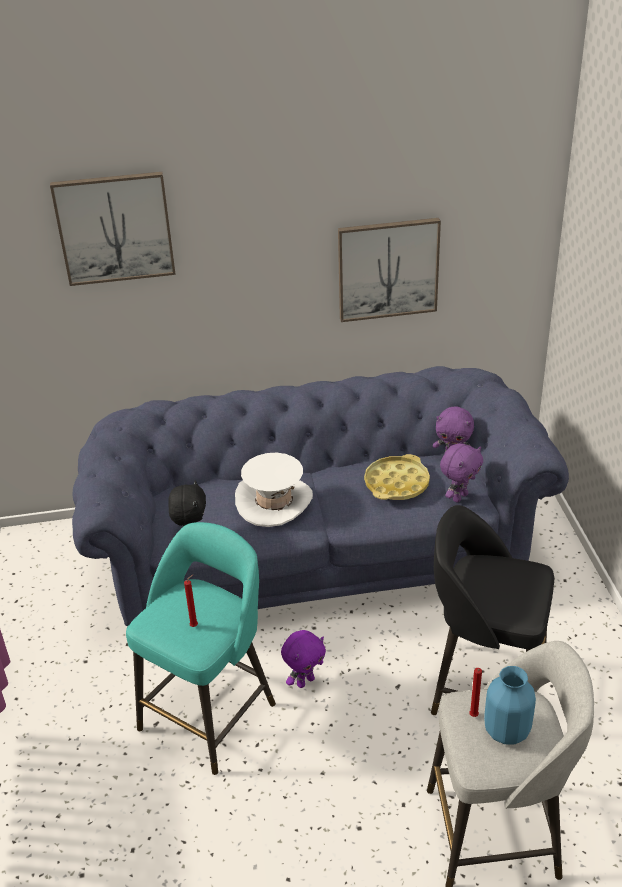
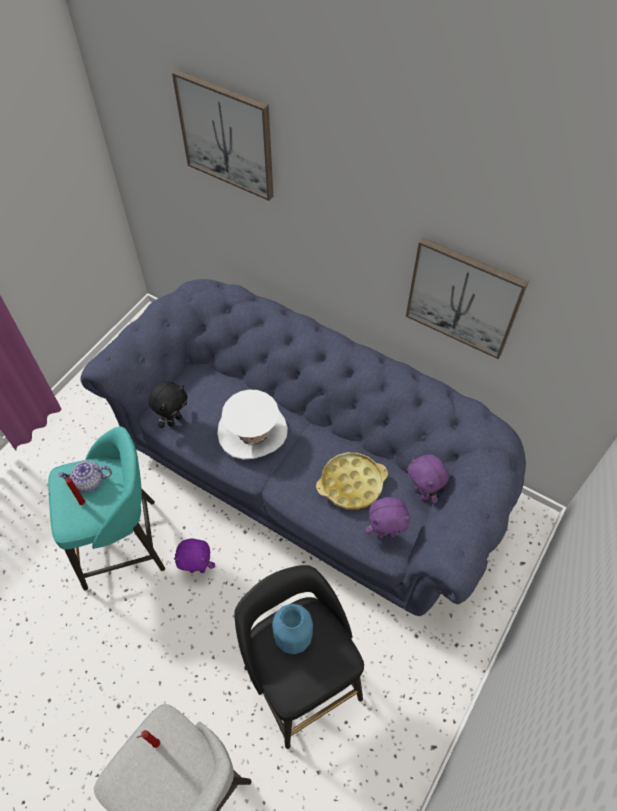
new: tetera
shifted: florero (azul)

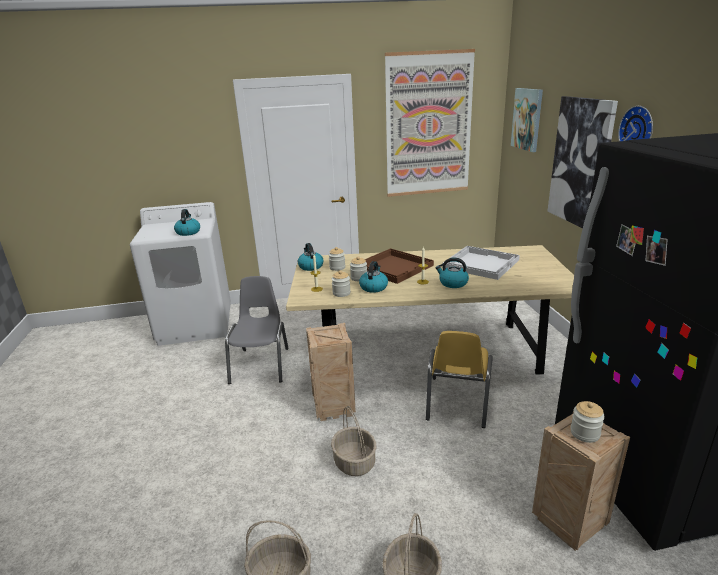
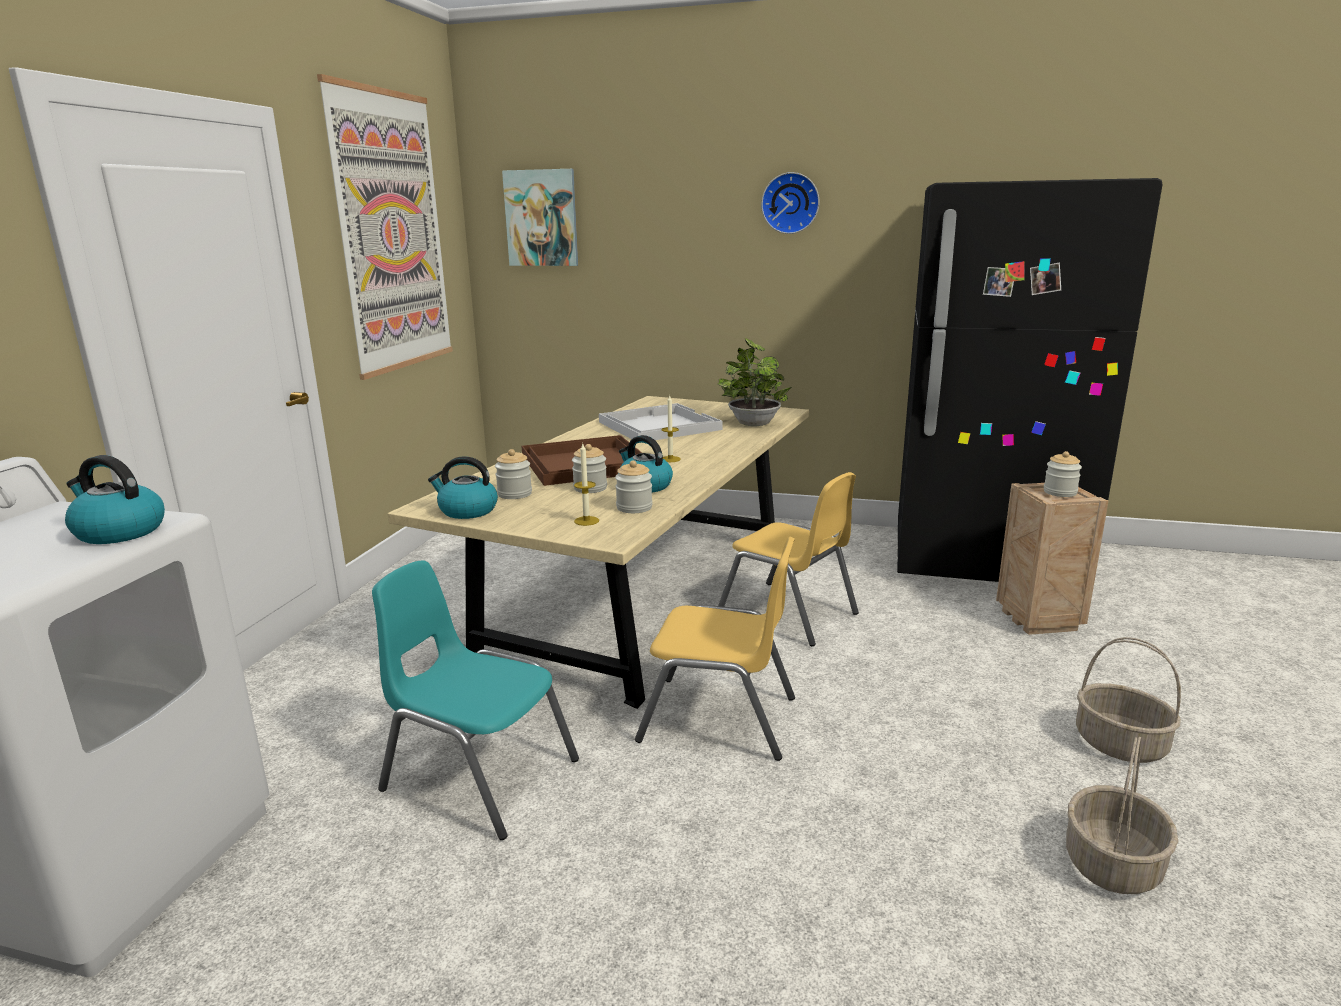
gone: cuadro (no. 3 from left); hervidor (no. 4 from left); cesta (no. 2 from left)
new: planta en maceta
swapped: caja de embalaje (no. 1 from left) to silla (amarillo) (no. 1 from left)
repainted: silla (gris) to silla (turquesa)

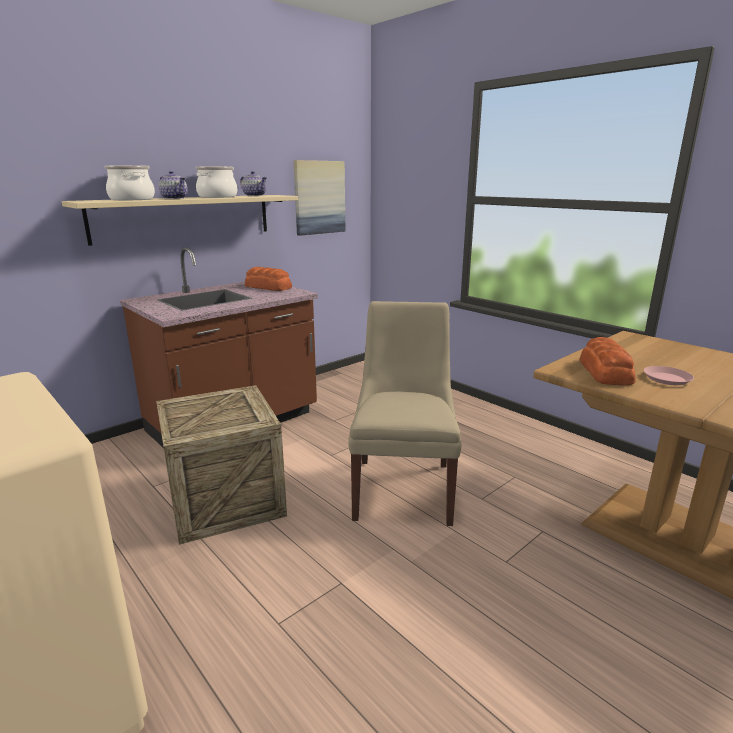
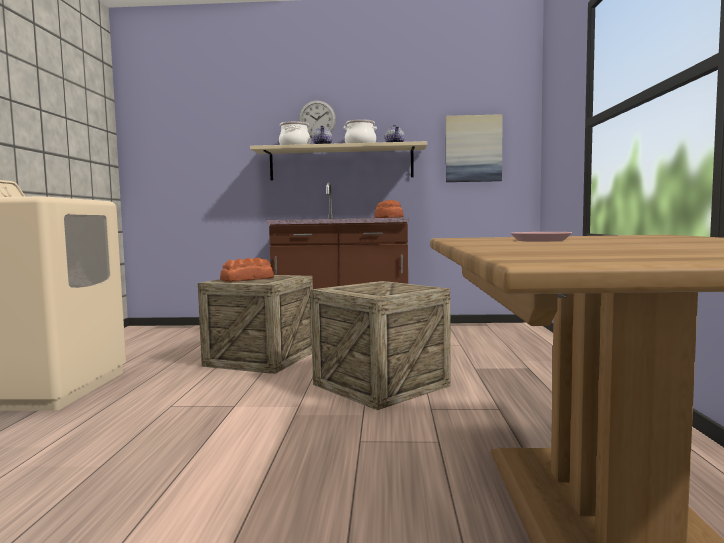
new: reloj de pared
shifted: pan (no. 2 from left in the first image) to pan (no. 1 from left)
swapped: silla (beis) to caja de embalaje (no. 2 from left)

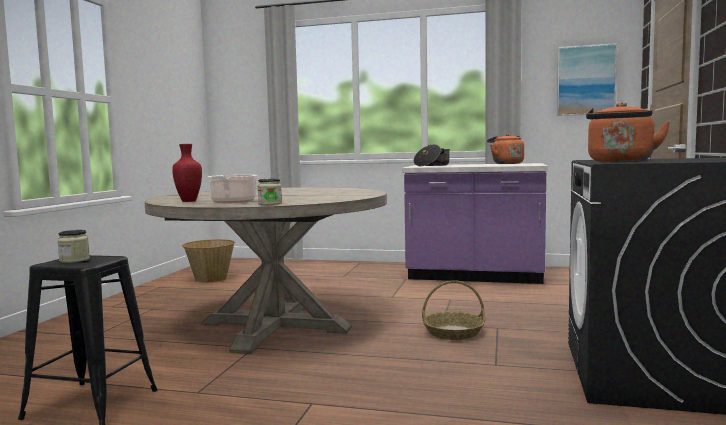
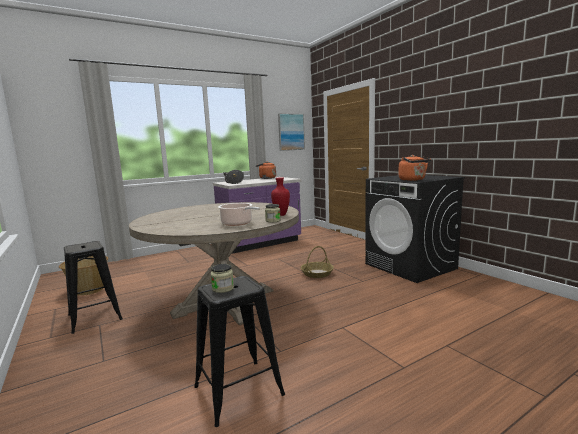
new: taburete (negro) (no. 1 from left)
shifted: florero (rojo)

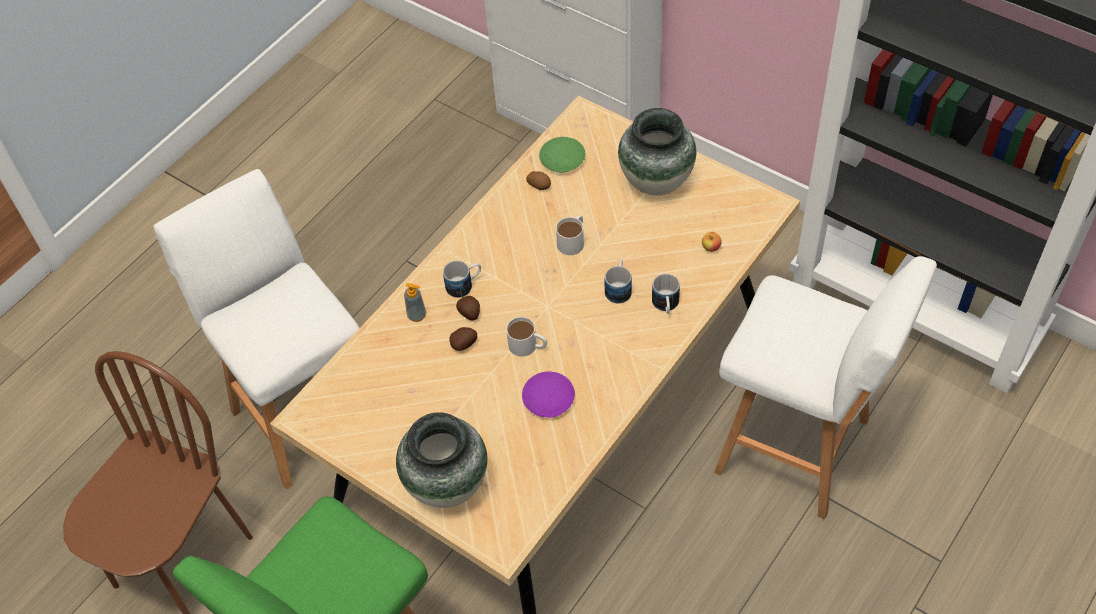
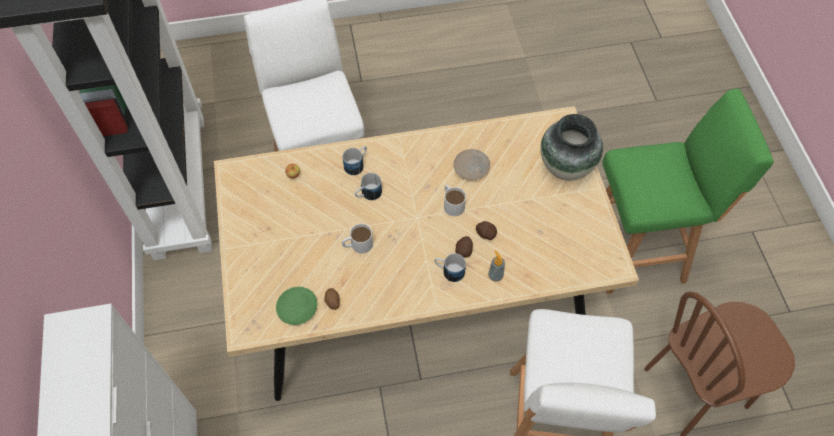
gone: florero (no. 2 from left)
repainted: plato (morado) to plato (beis)

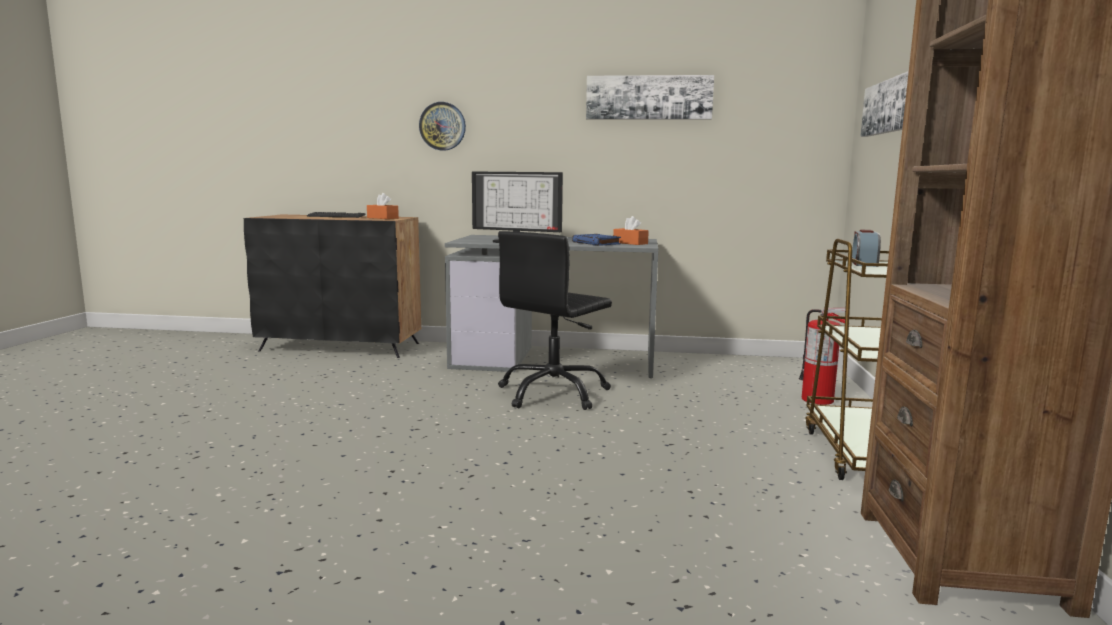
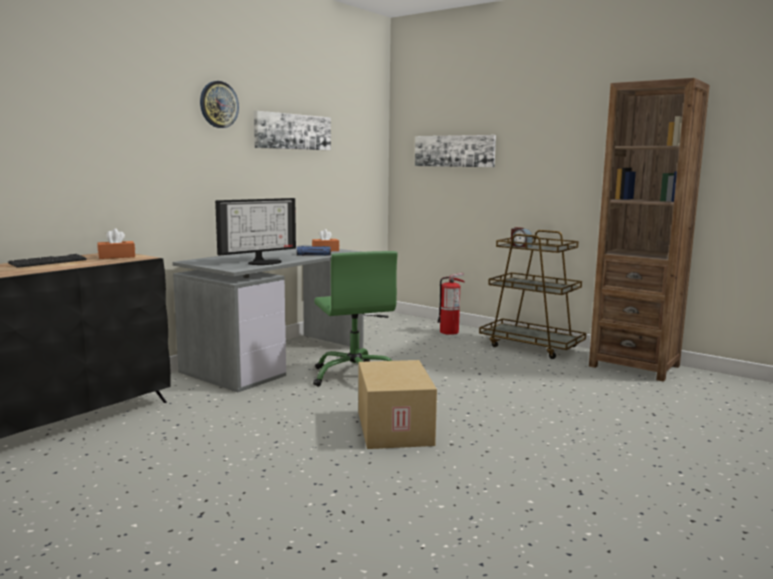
new: caja de cartón
shifted: reloj de pared
repainted: silla de oficina (negro) to silla de oficina (verde)

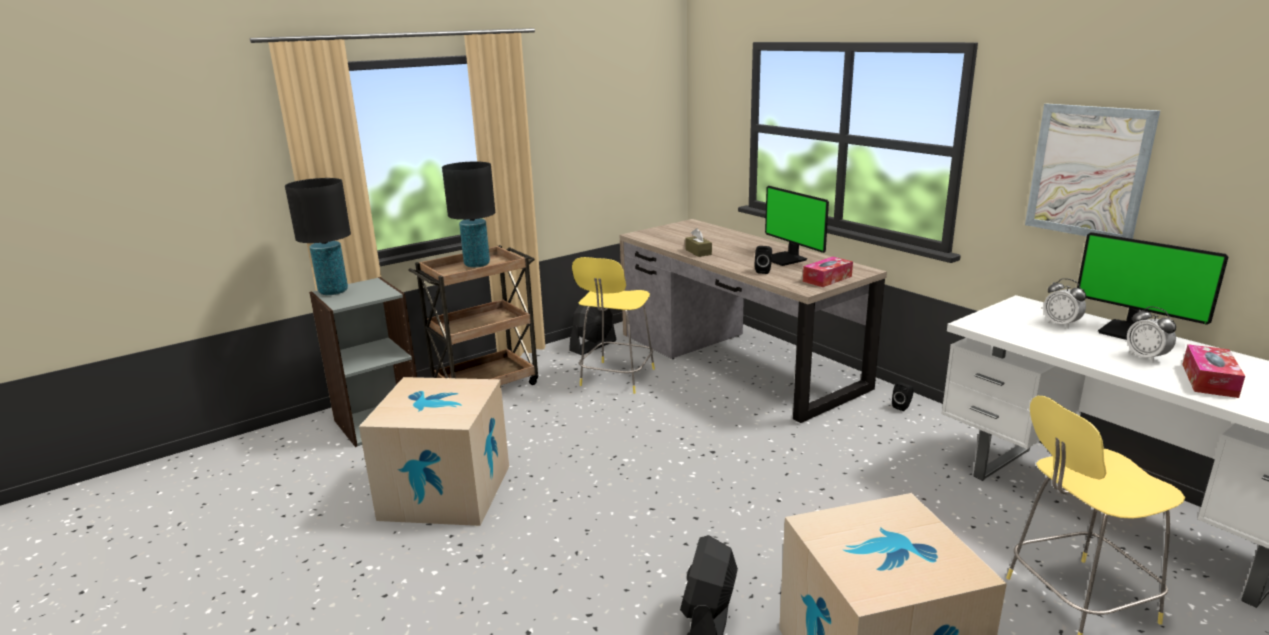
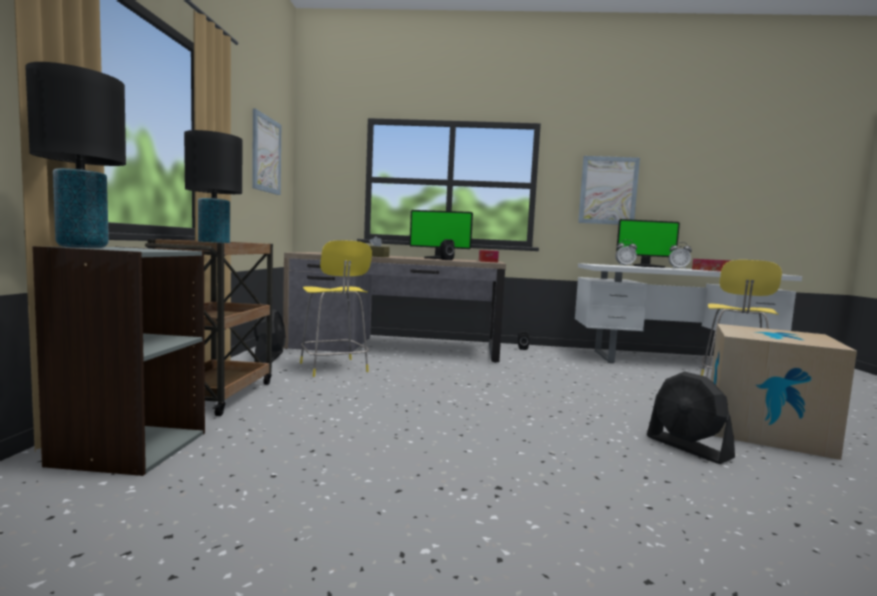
gone: caja de cartón (no. 1 from left)
new: cuadro (no. 1 from left)

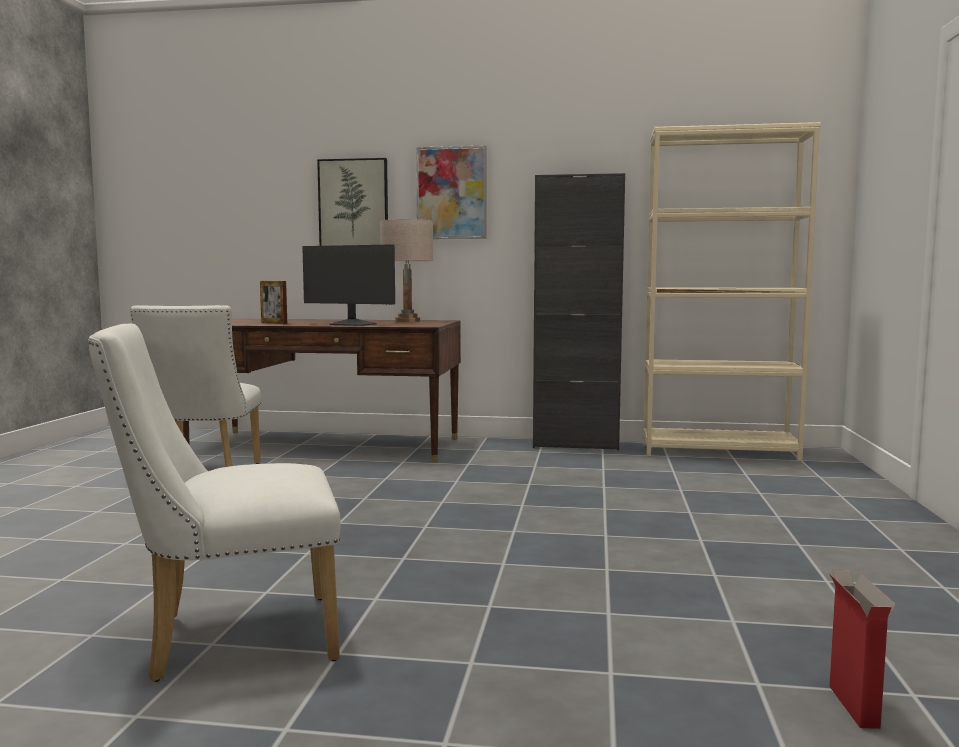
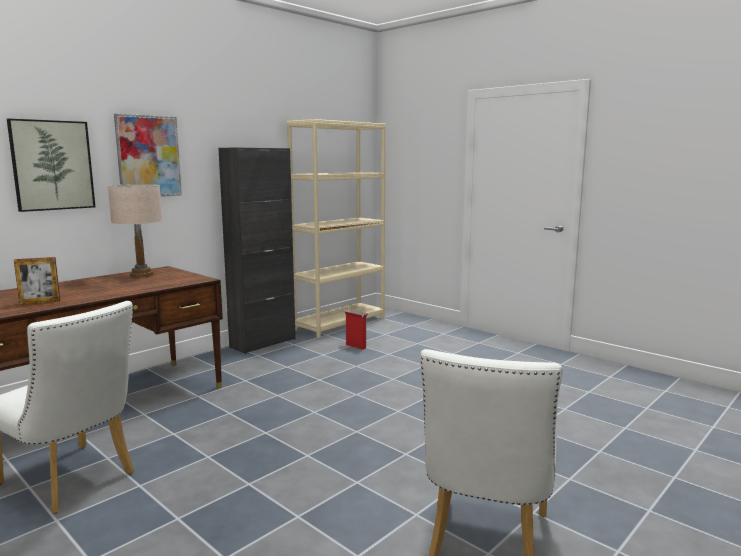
gone: monitor
shifted: caja de cartón

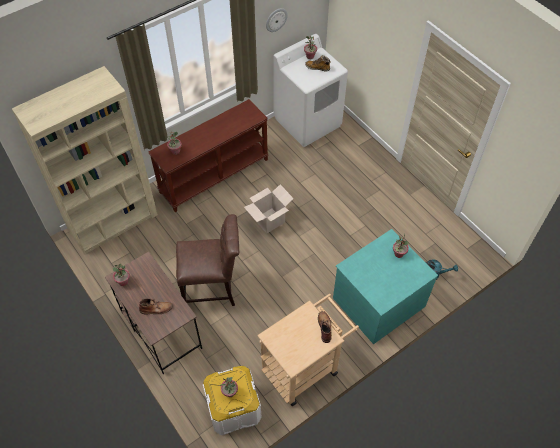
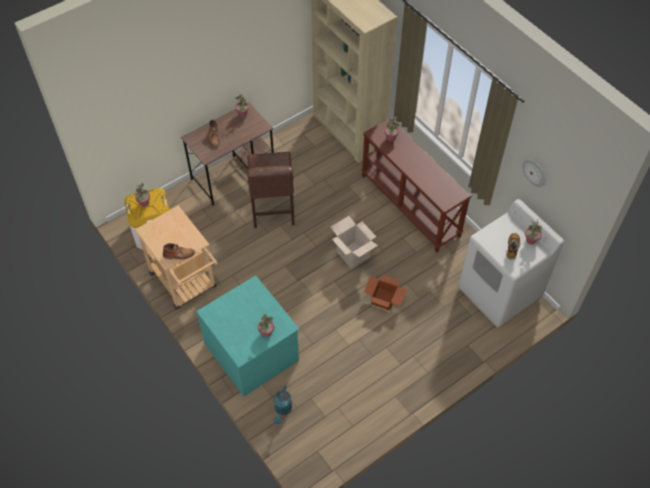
new: caja de cartón (no. 2 from left)

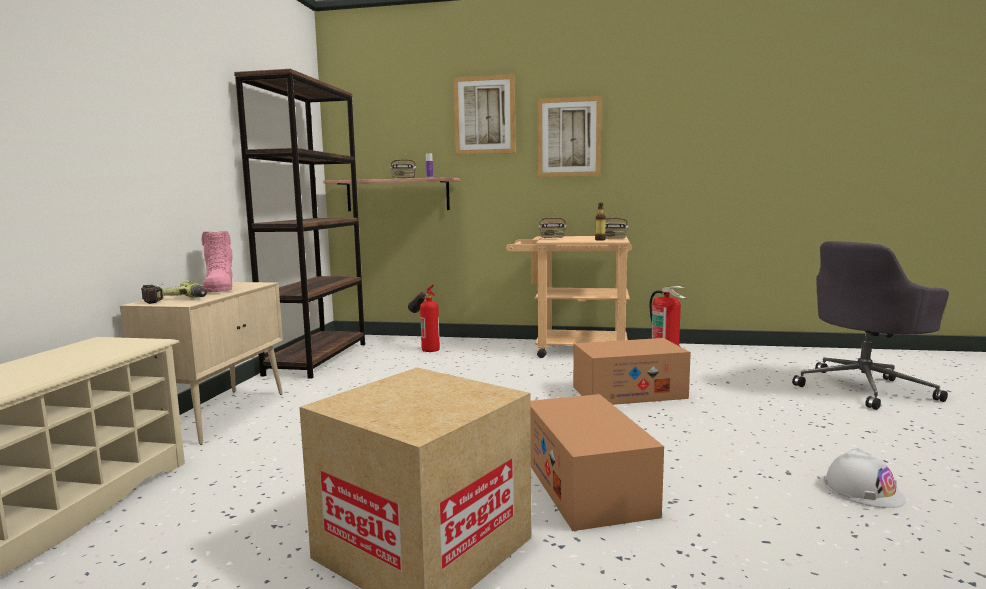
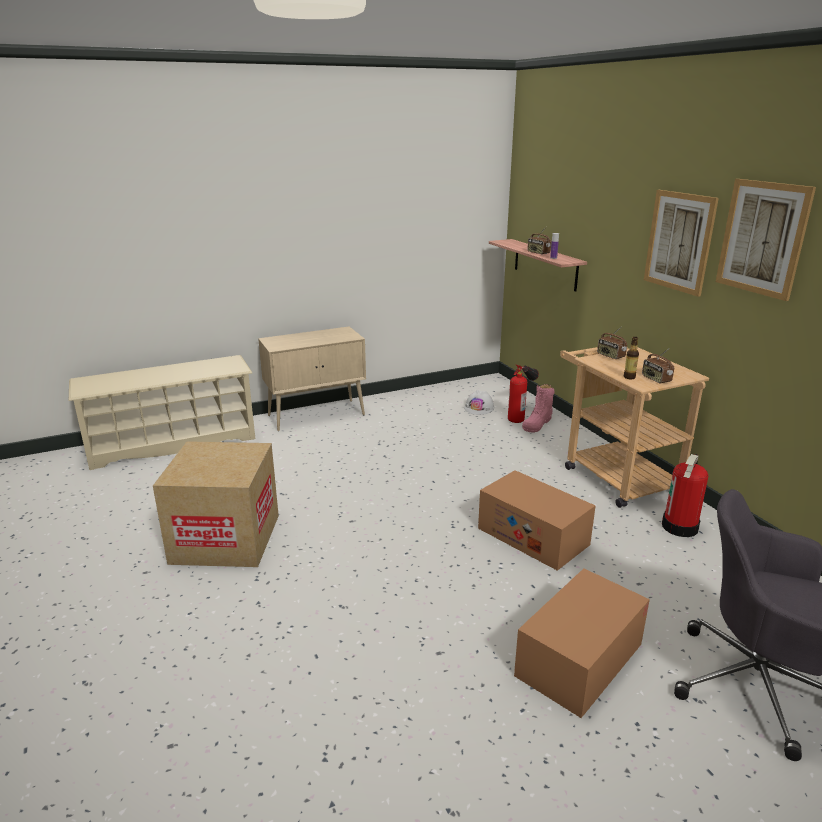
gone: estantería (marrón); taladro
shifted: cuadro (no. 1 from left in the first image) to cuadro (no. 2 from left); bota (rosa); caja de cartón (no. 2 from left in the first image) to caja de cartón (no. 3 from left); casco (blanco)

